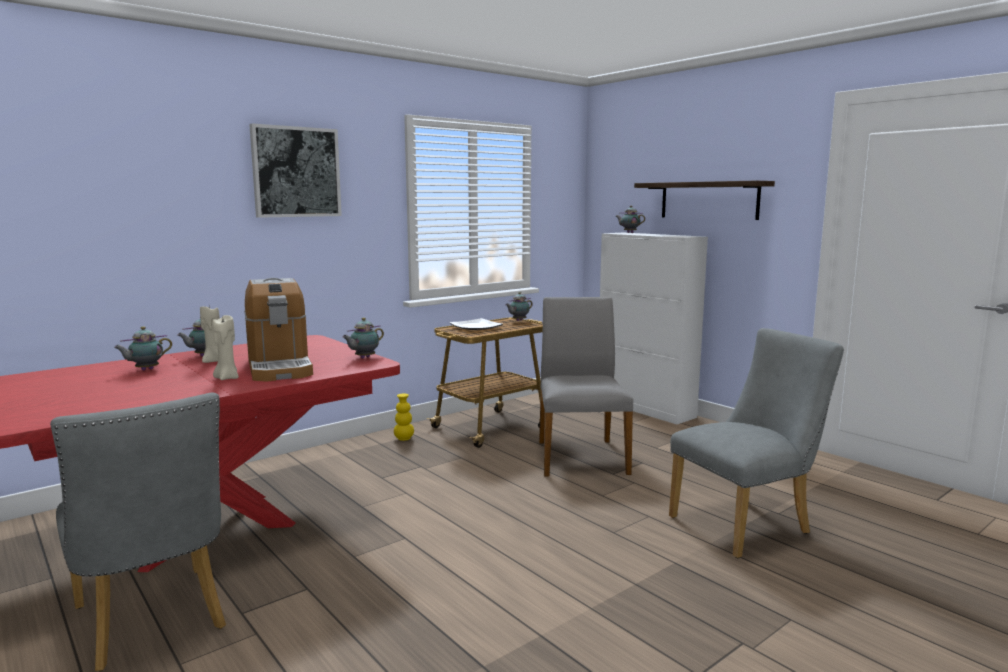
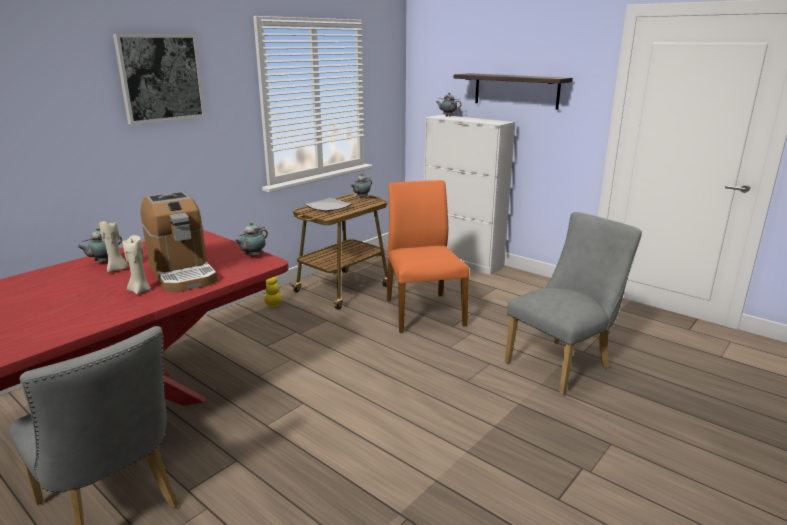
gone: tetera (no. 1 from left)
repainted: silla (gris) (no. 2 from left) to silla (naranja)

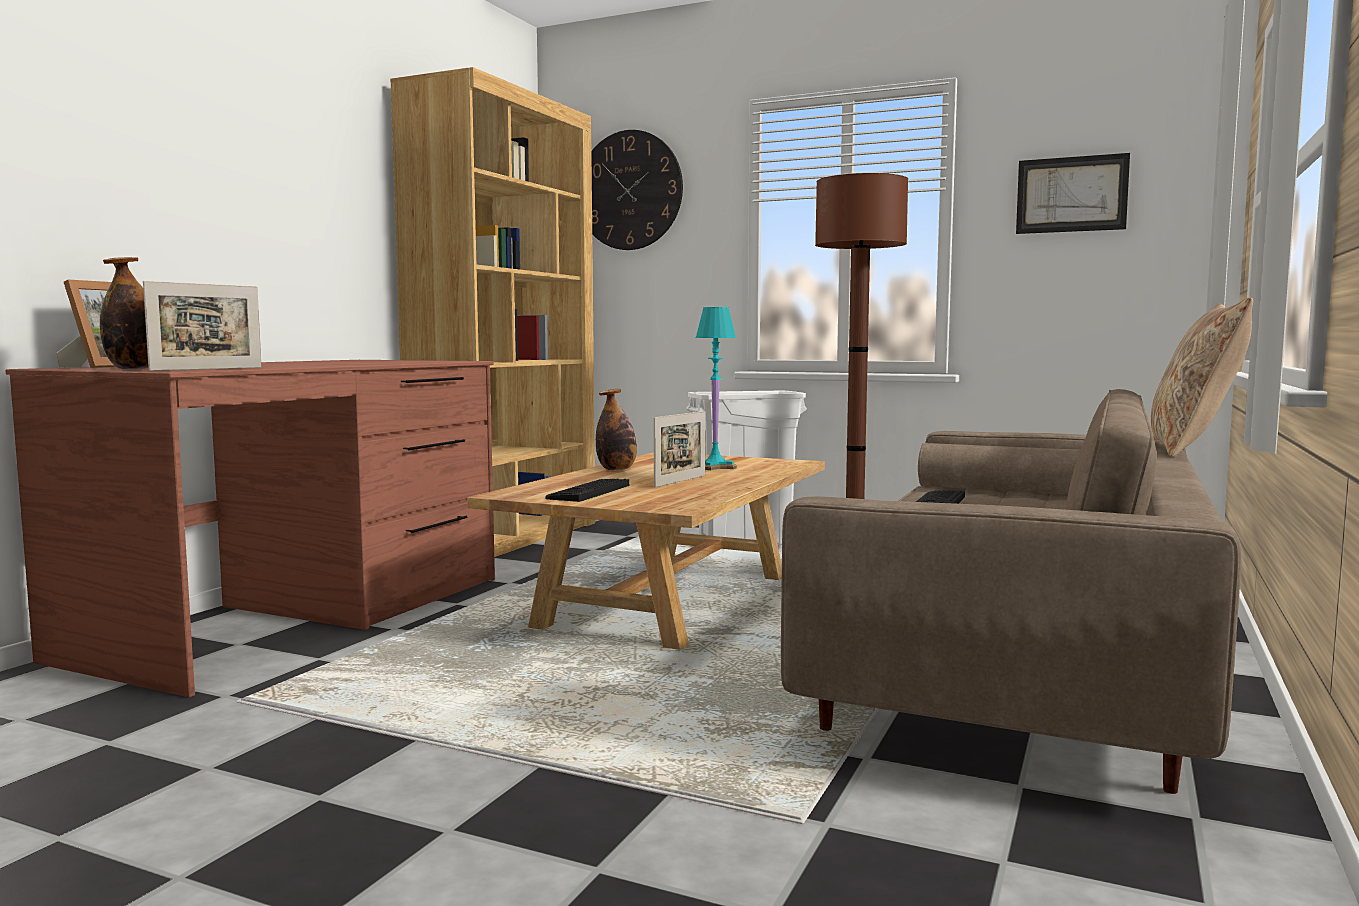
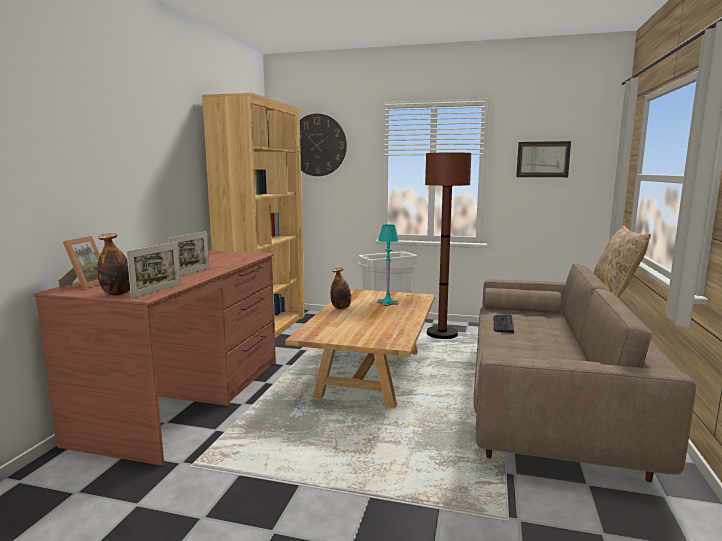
gone: teclado (no. 1 from left)
shifted: portarretratos (no. 3 from left)

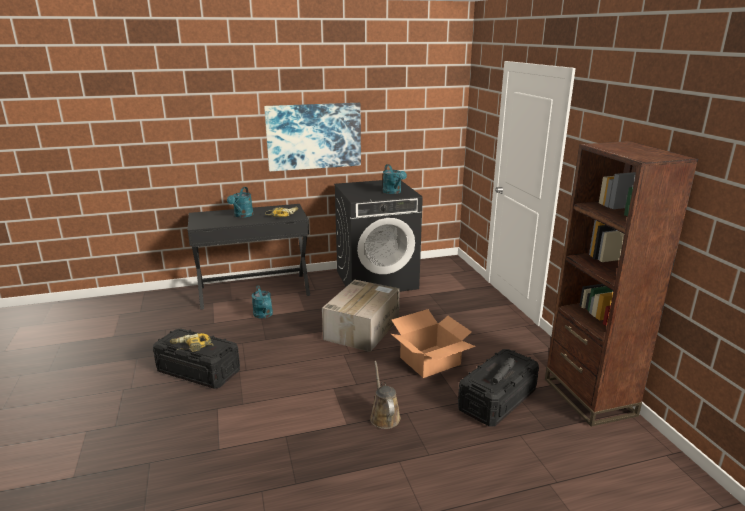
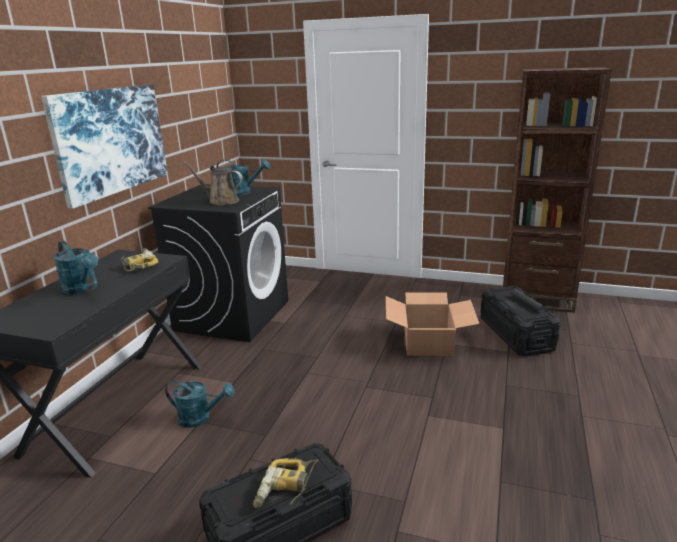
gone: caja de cartón (no. 1 from left)
shifted: regadera (marrón)

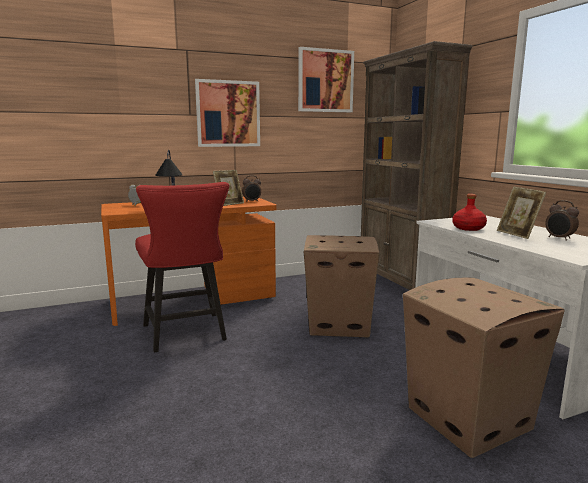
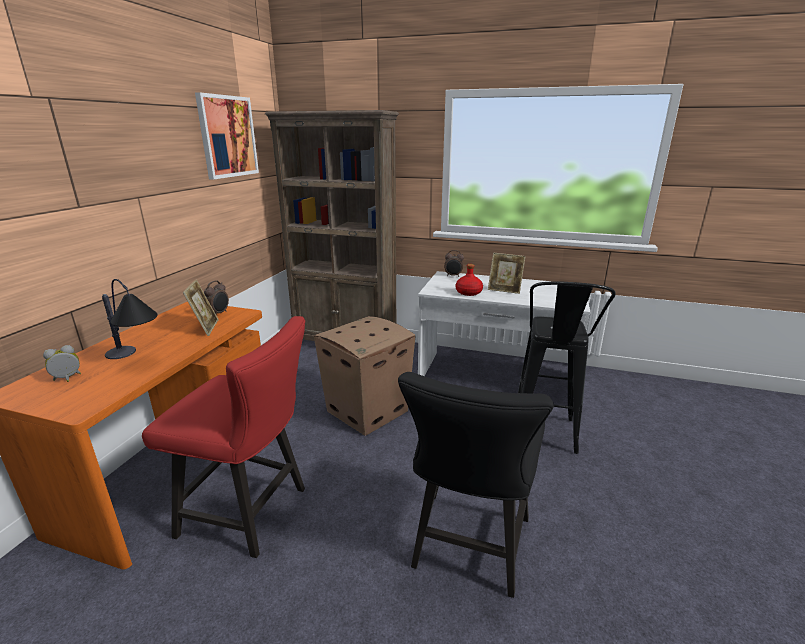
gone: cuadro (no. 1 from left)
new: silla (negro)
shifted: despertador (no. 3 from left)
swapped: caja de cartón (no. 2 from left) to taburete (negro)

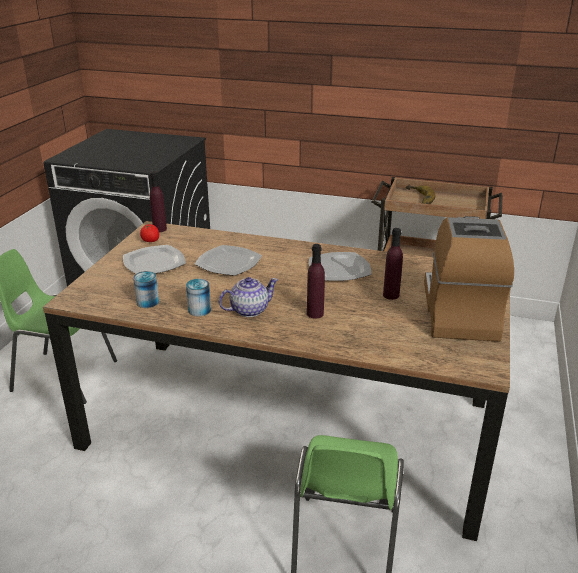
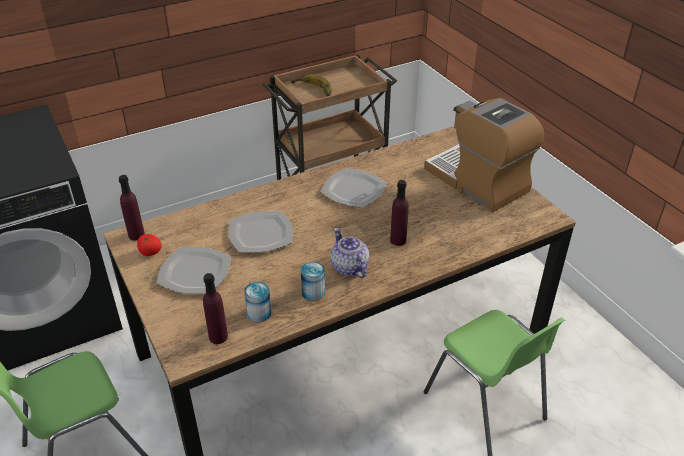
shifted: botella (morado) (no. 3 from left in the first image) to botella (morado) (no. 2 from left)
rotated: tetera 45 degrees counterclockwise

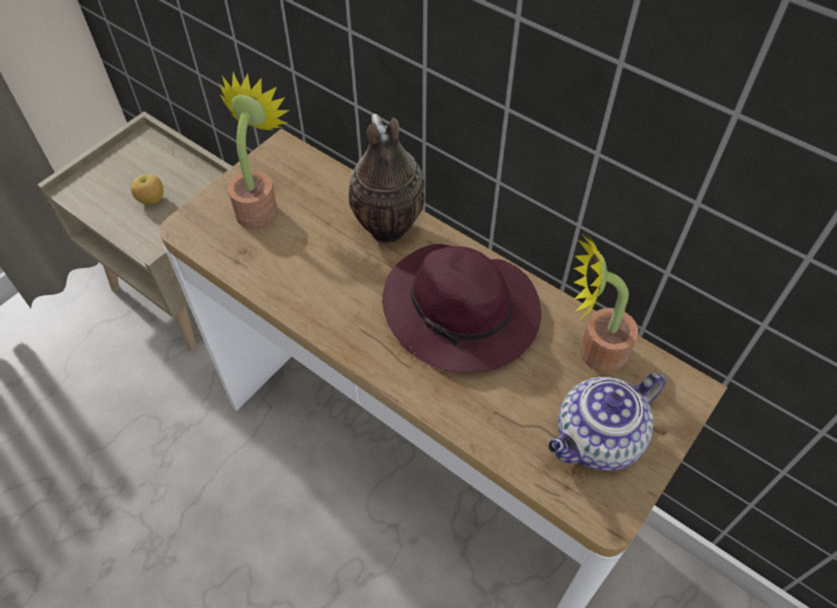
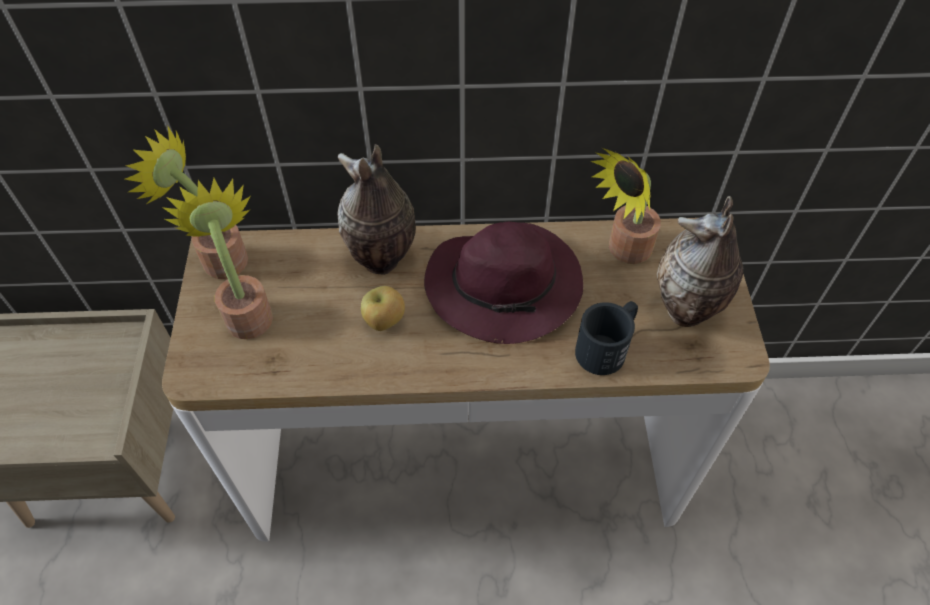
new: planta en maceta (no. 1 from left); taza grande (negro)
shifted: manzana
swapped: tetera to florero (no. 2 from left)

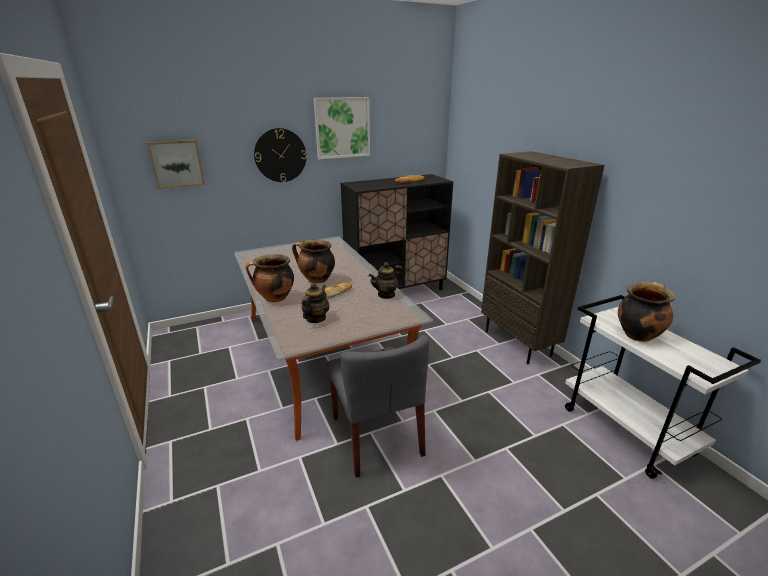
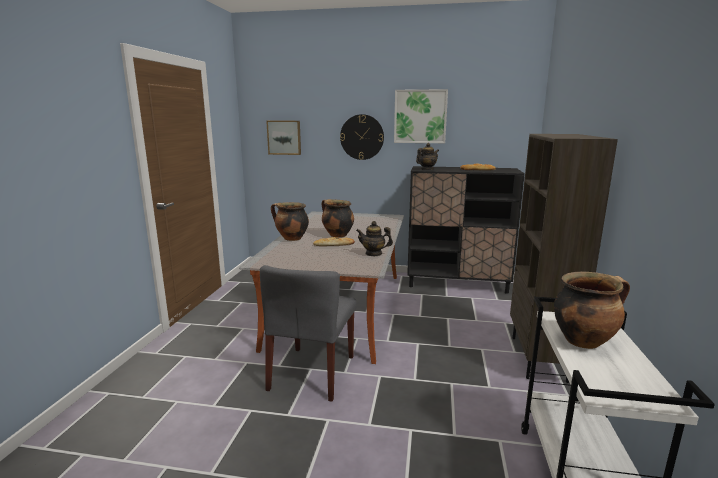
shifted: tetera (no. 1 from left in the first image) to tetera (no. 2 from left)

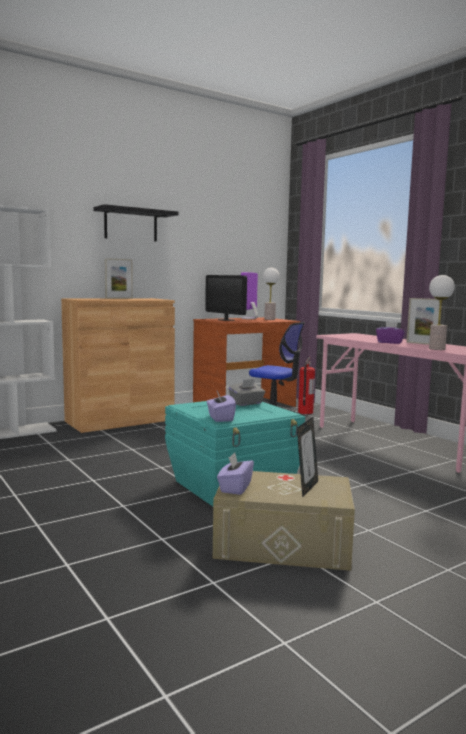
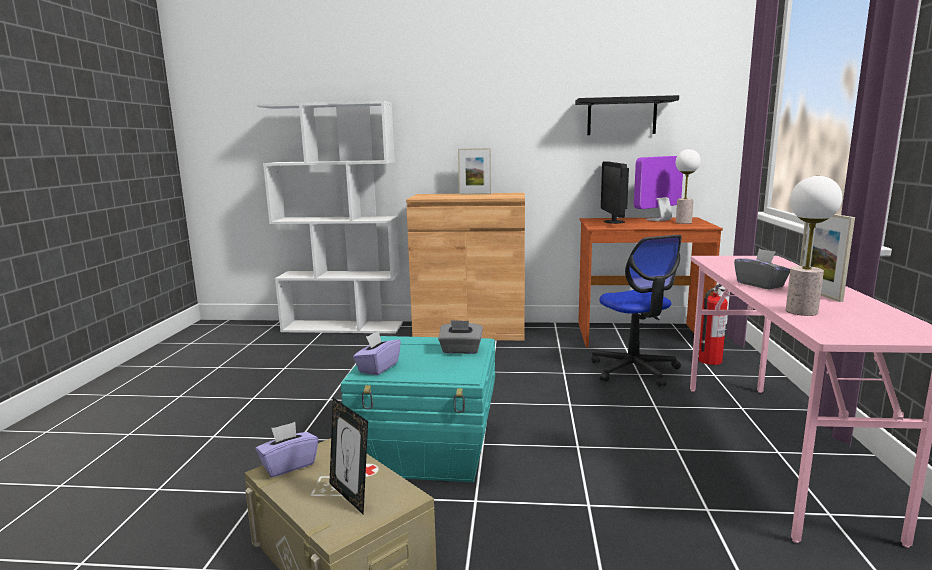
shifted: estante (negro)
repainted: caja de pañuelos (morado) (no. 3 from left) to caja de pañuelos (gris) (no. 2 from left)
rotated: portarretratos (no. 2 from left in the first image) 75 degrees clockwise

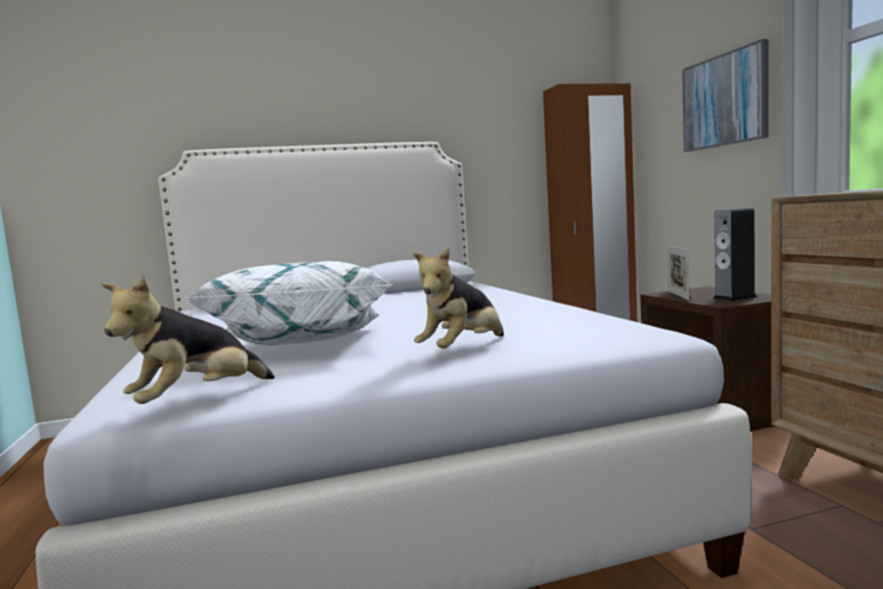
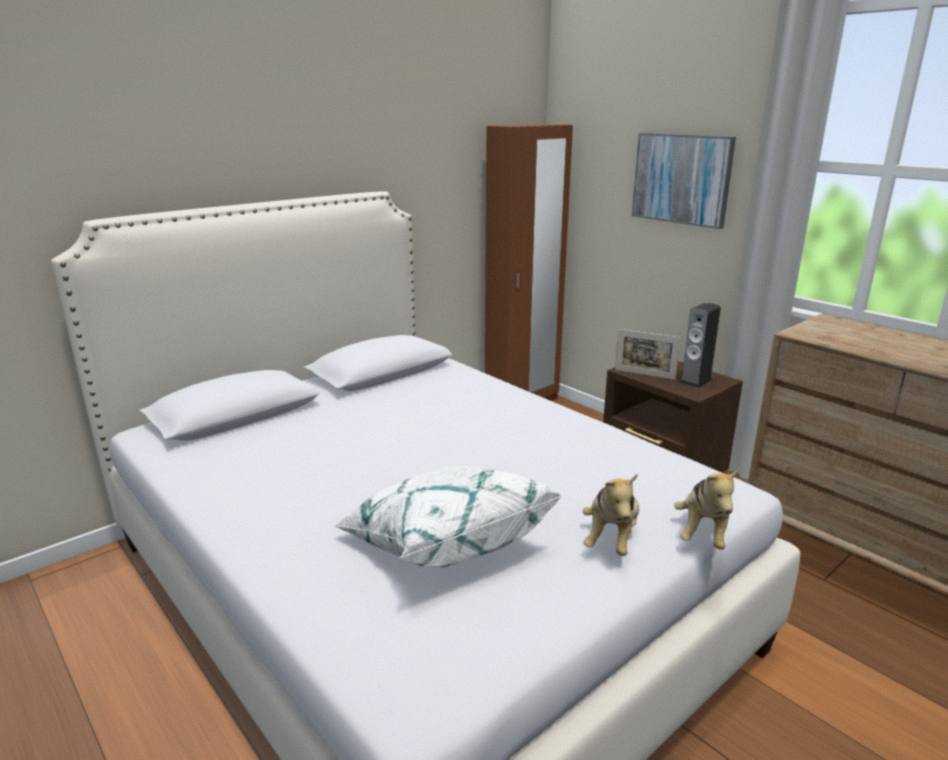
shifted: peluche (no. 1 from left in the first image) to peluche (no. 2 from left)
rotated: portarretratos 45 degrees counterclockwise

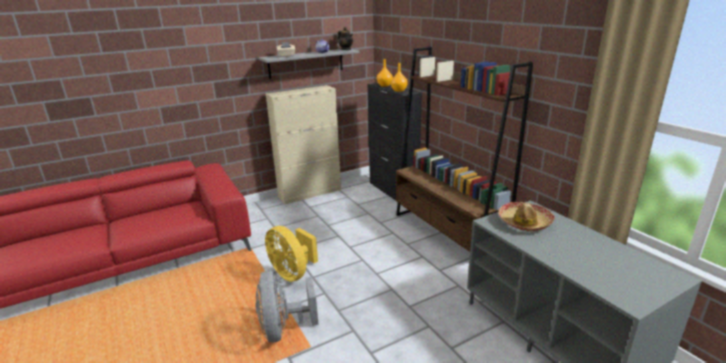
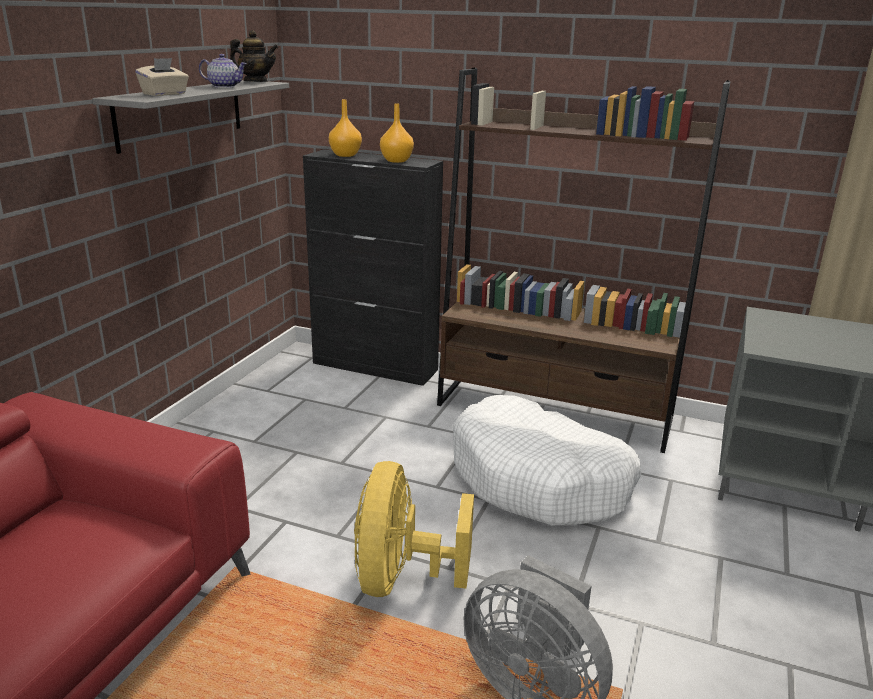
gone: armario (beis); sombrero
new: cama para perro (blanco)
rotated: ventilador (amarillo) 90 degrees clockwise

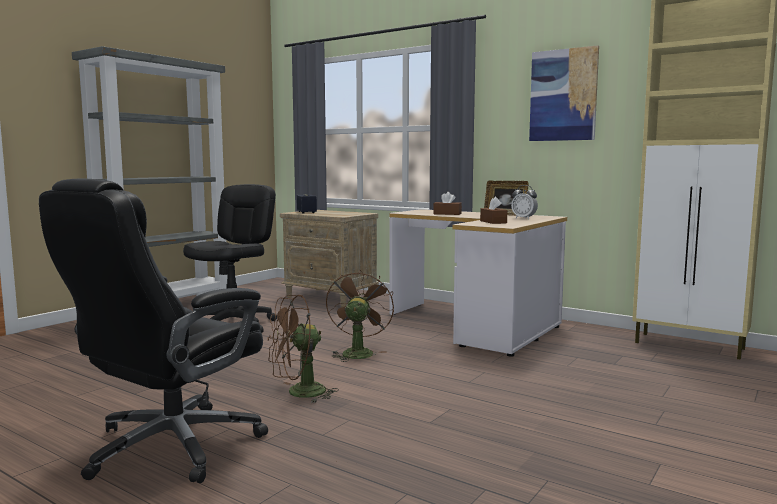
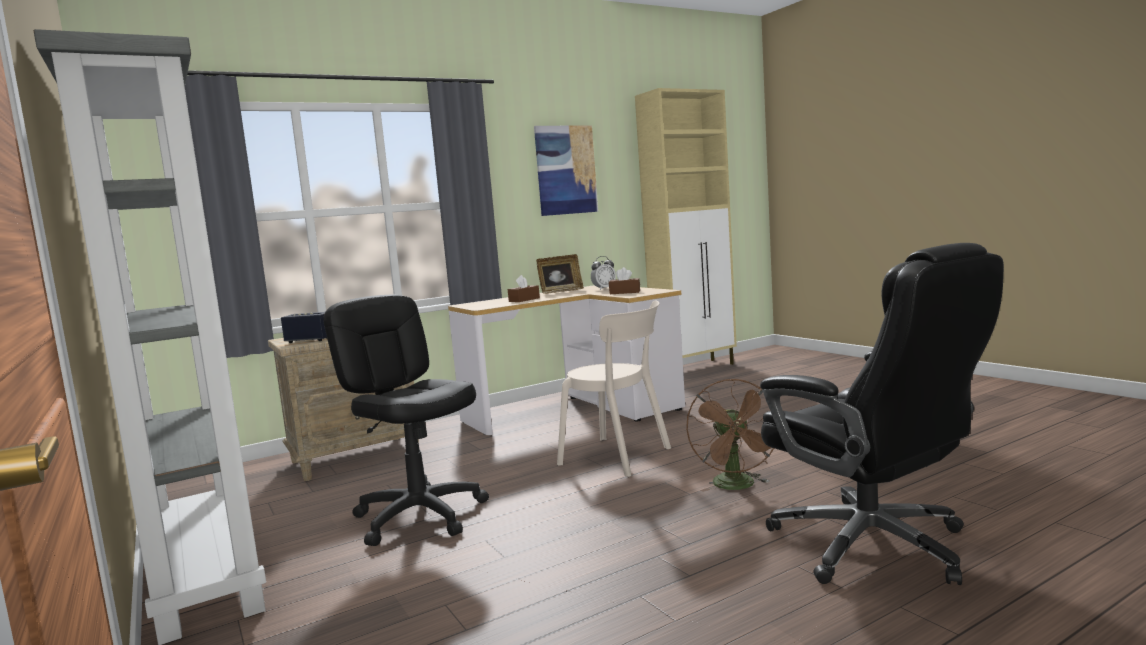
swapped: ventilador (marrón) (no. 2 from left) to silla (beis)

